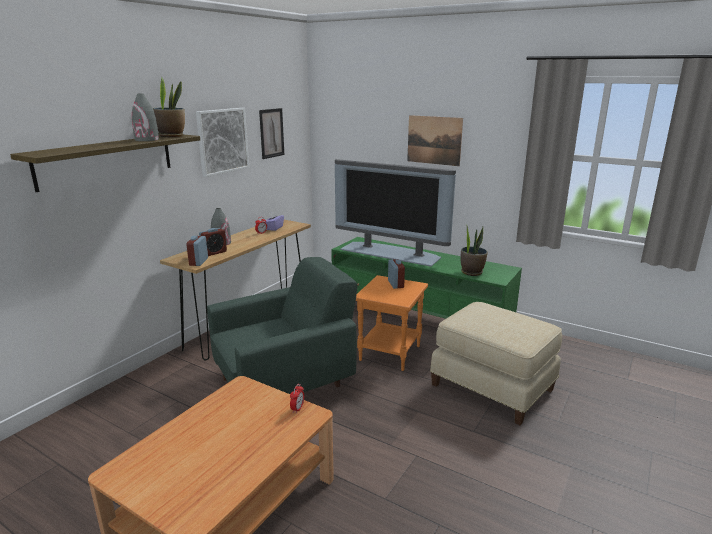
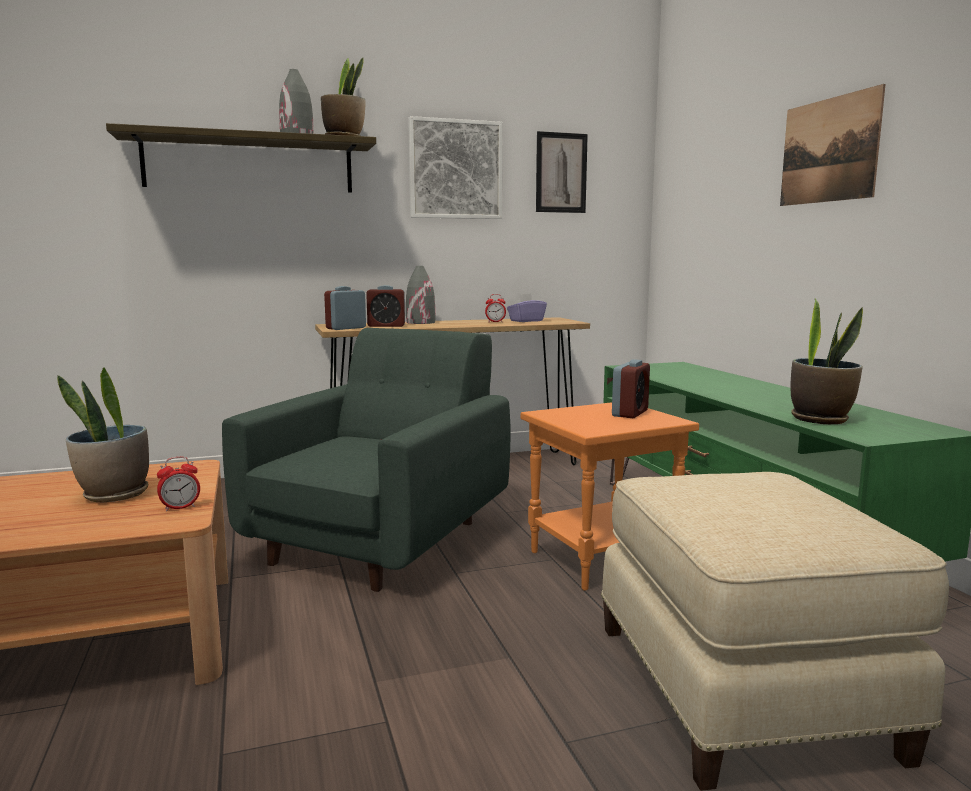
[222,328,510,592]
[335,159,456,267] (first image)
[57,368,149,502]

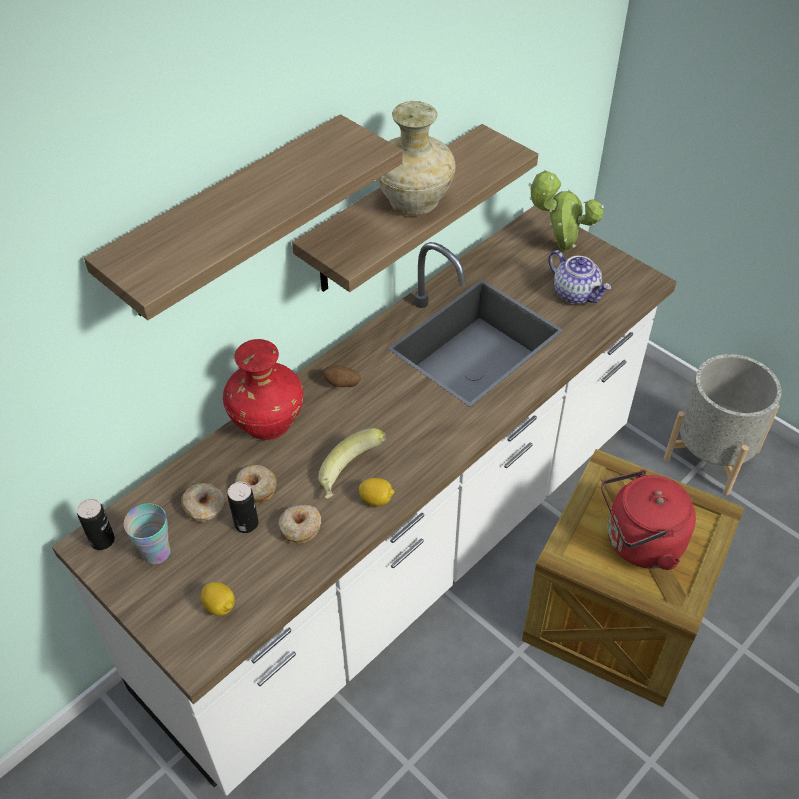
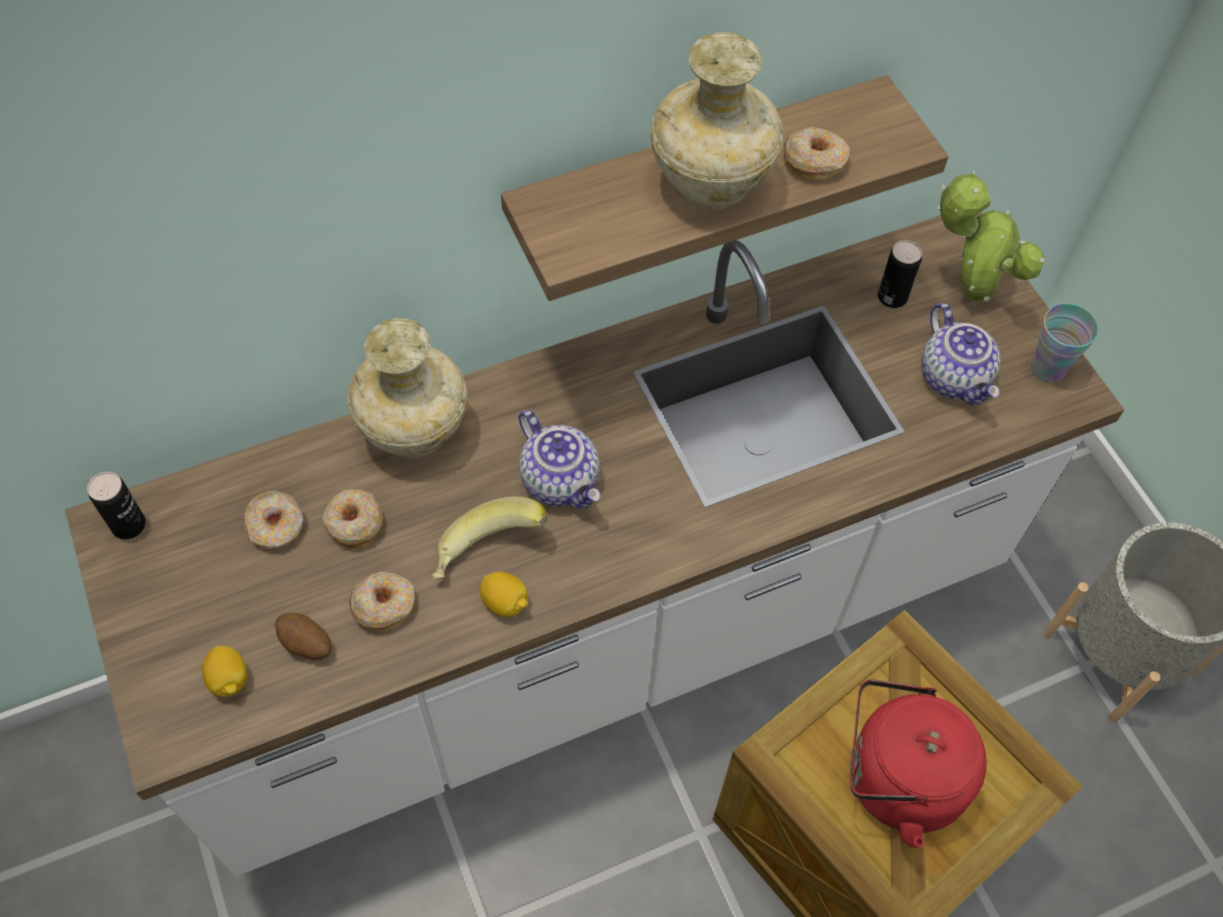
[84,114,403,320] (first image)
[1031,304,1098,382]
[347,318,467,459]
[878,240,922,308]
[275,613,332,660]
[519,410,600,509]
[783,126,850,181]

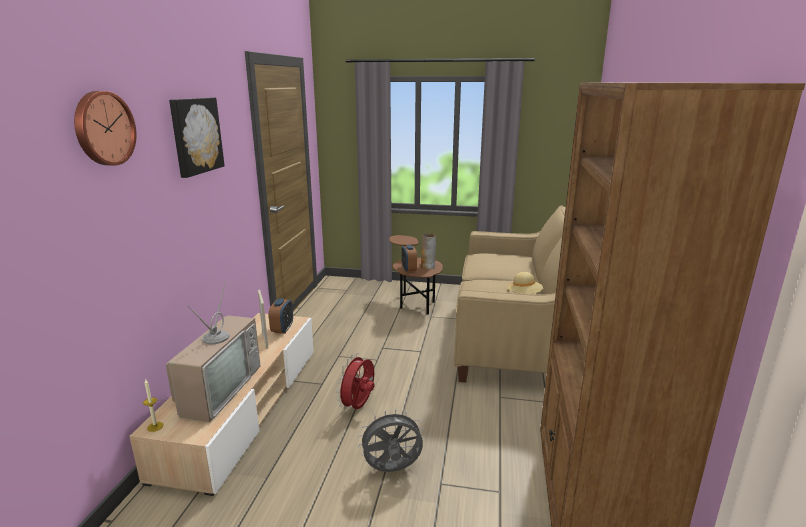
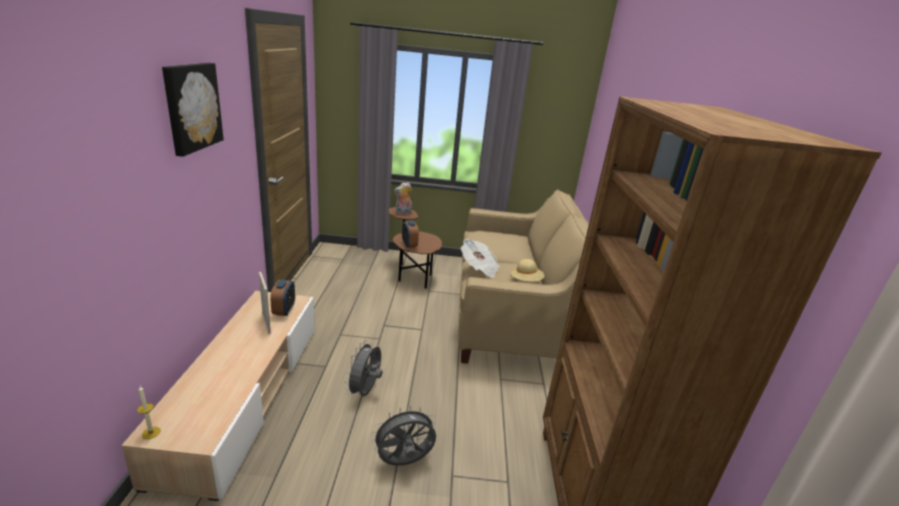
[74,91,137,166] (first image)
[166,279,260,422] (first image)
[345,340,383,397]
[421,234,436,269] (first image)
[394,182,412,215]
[461,239,500,278]

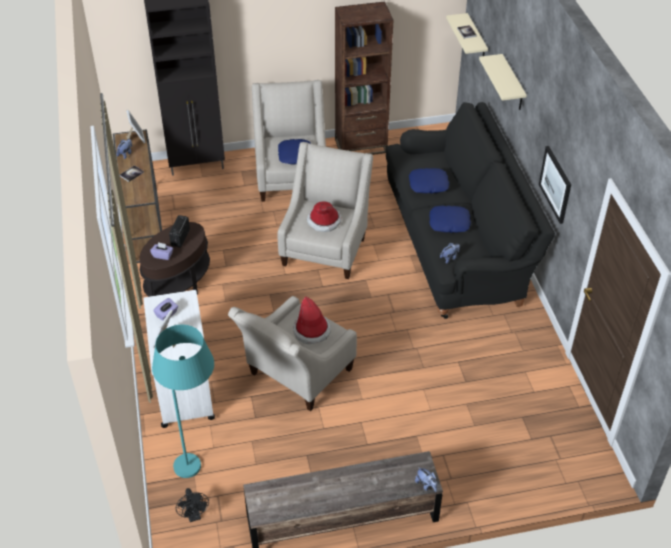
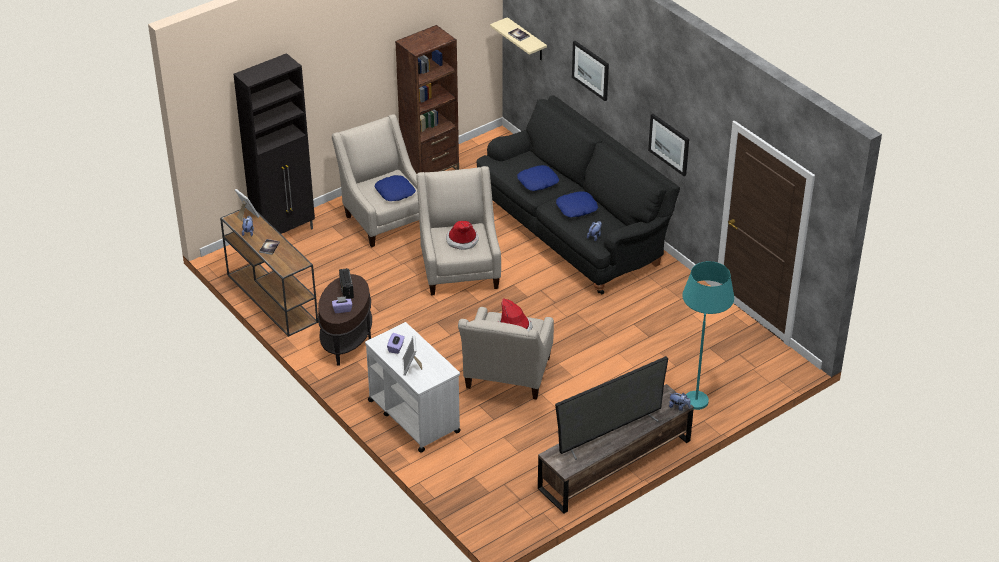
[682,261,734,410]
[176,488,209,522] (first image)
[572,41,609,101]
[555,356,668,460]

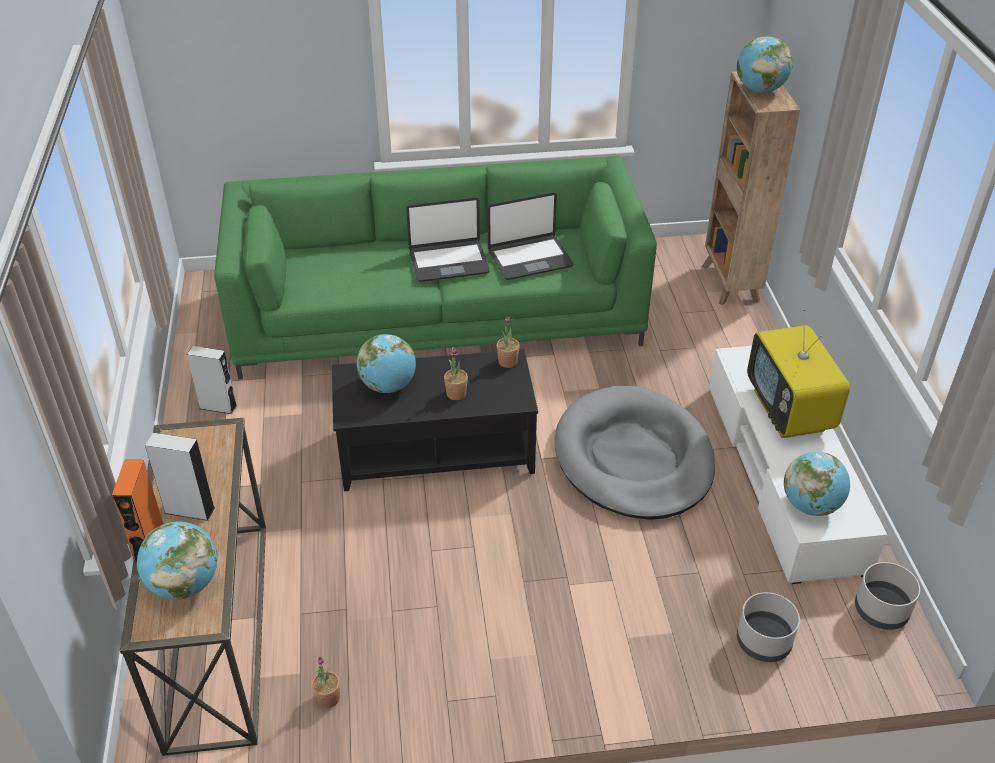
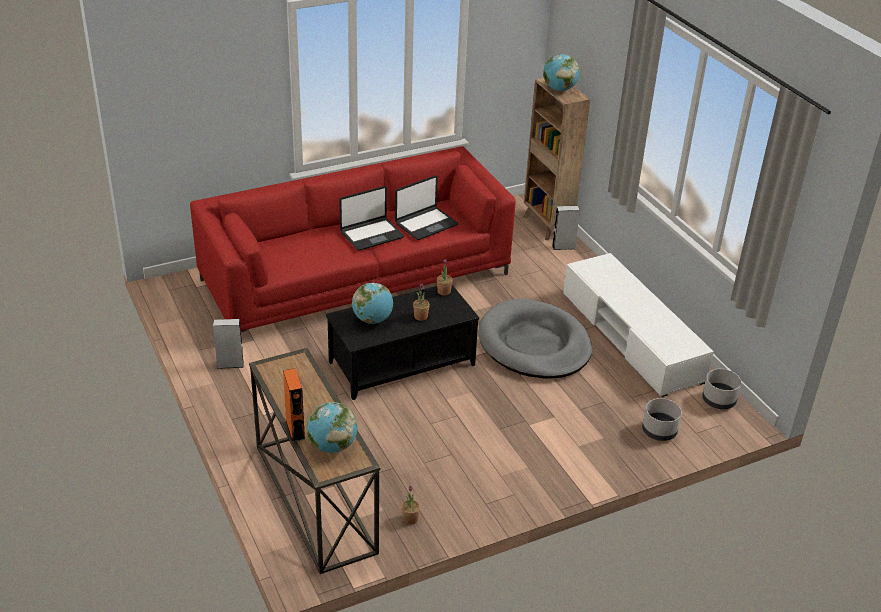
[552,206,580,250]
[190,146,516,332]
[747,309,850,438] (first image)
[784,452,850,516] (first image)

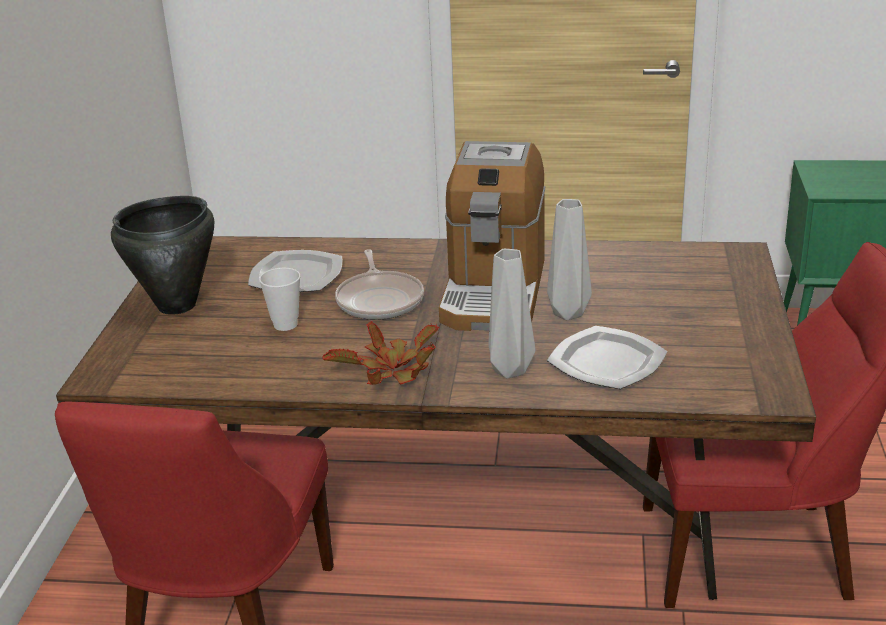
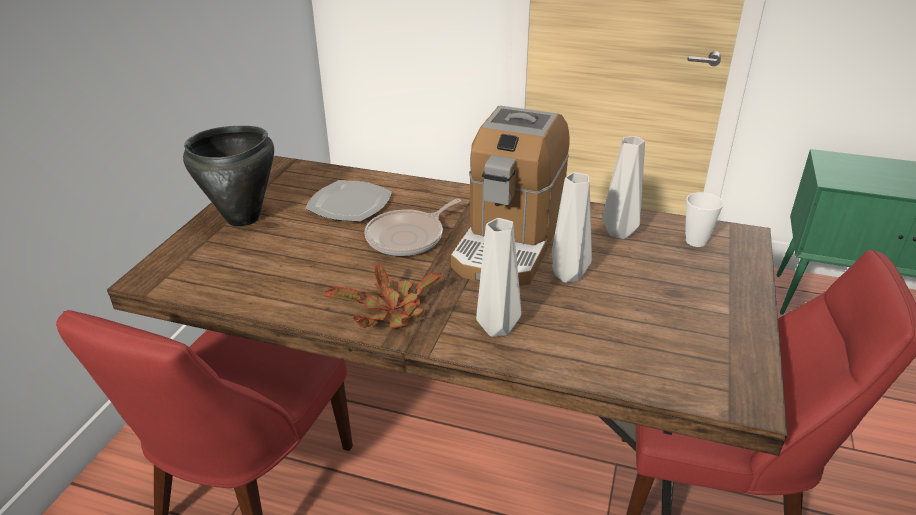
[685,192,724,247]
[365,198,461,256]
[547,326,667,389] (first image)
[602,136,645,239]

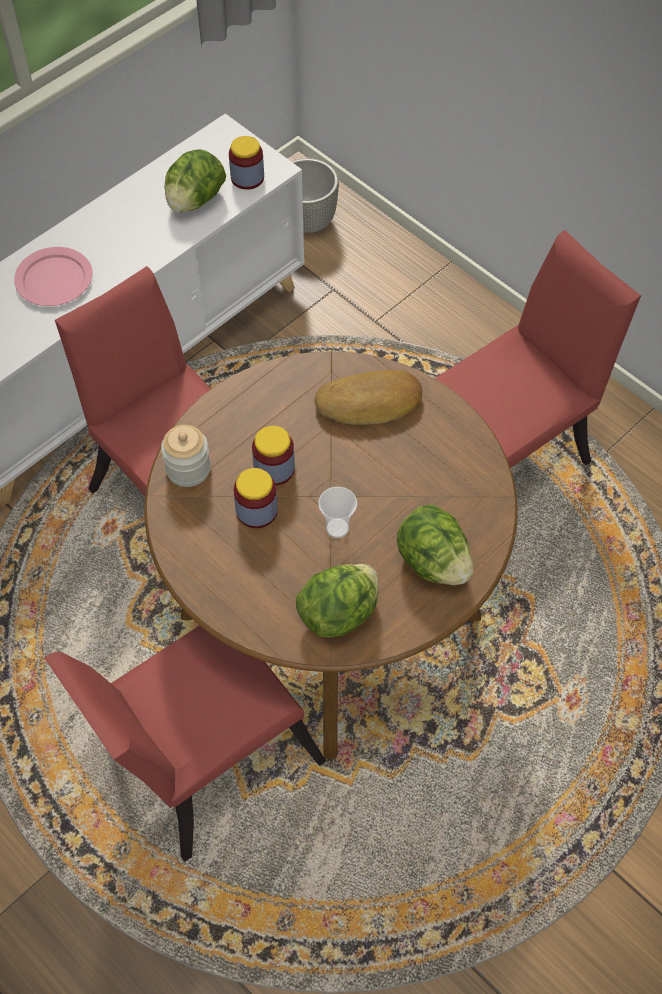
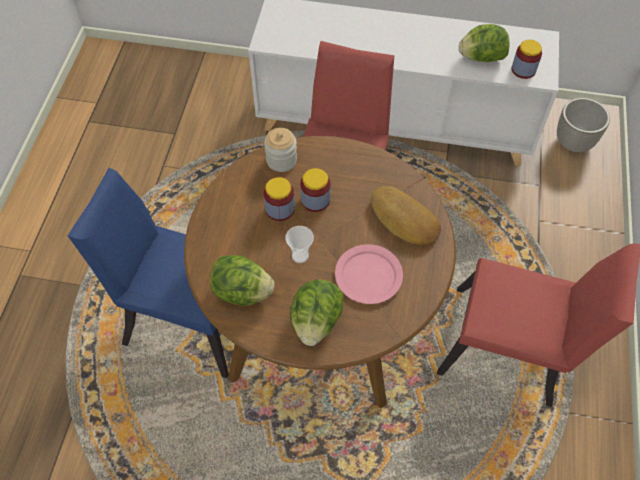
[335,244,403,304]
[68,168,229,378]

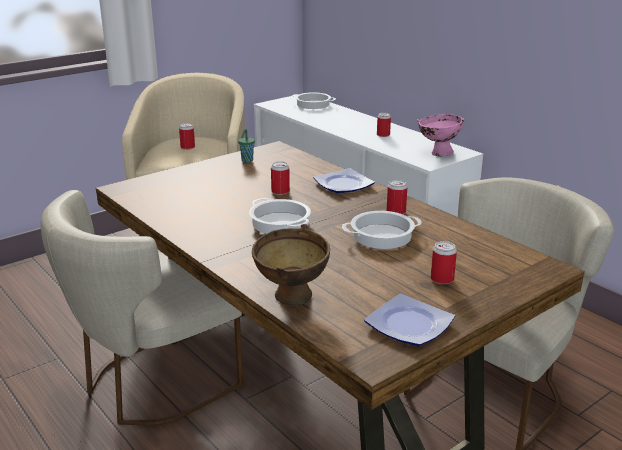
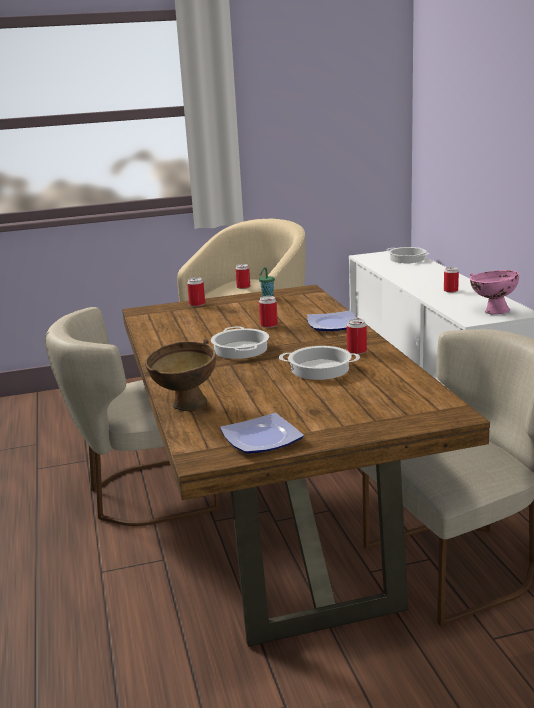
[187,277,205,307]

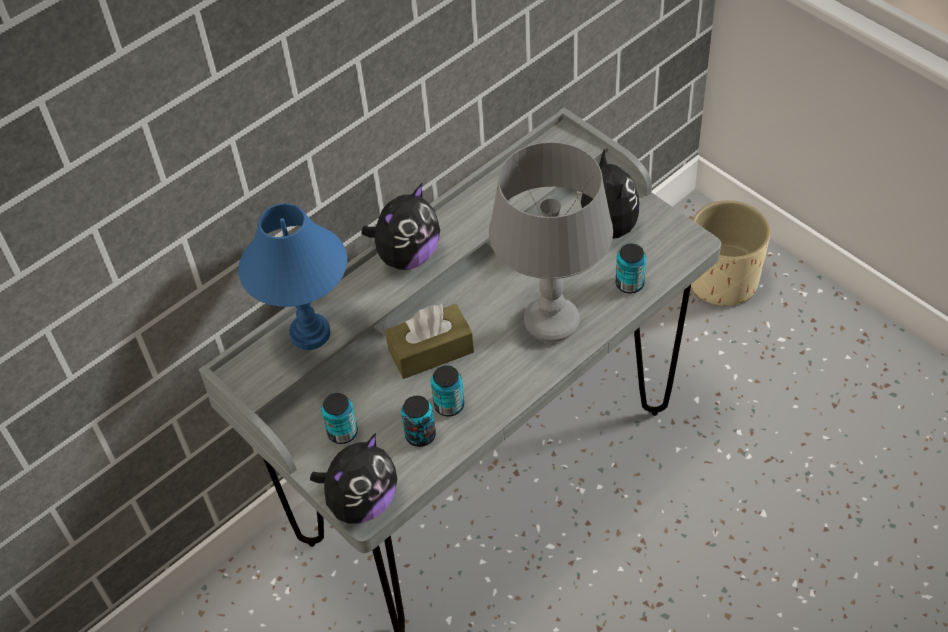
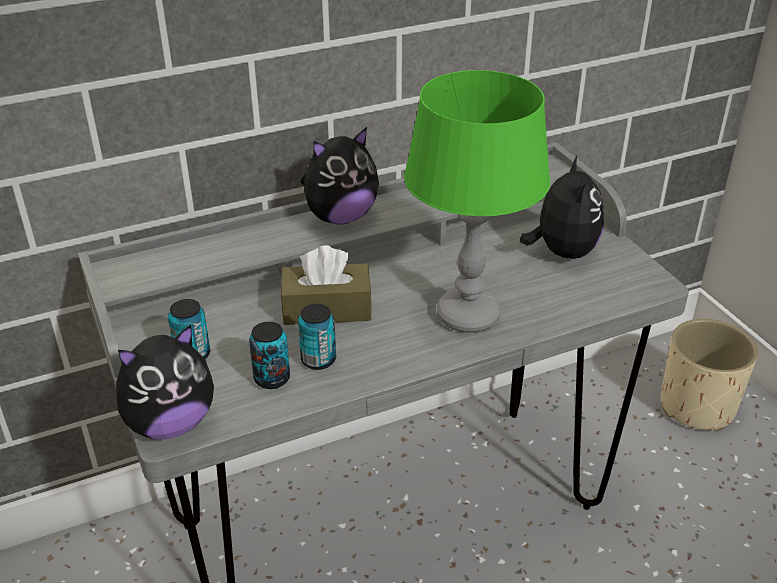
[238,203,347,350] (first image)
[404,70,550,333]
[616,244,646,294] (first image)

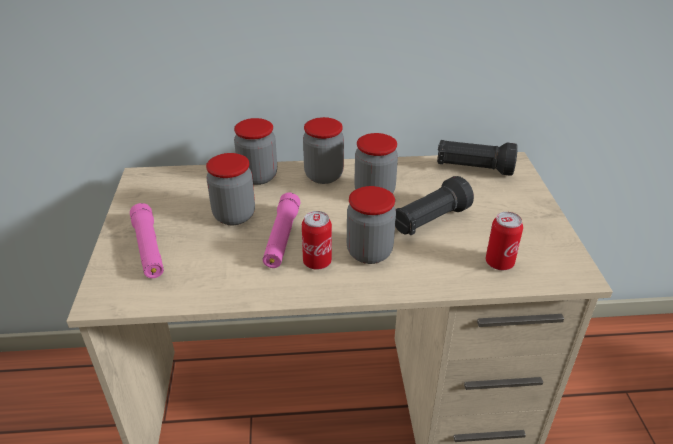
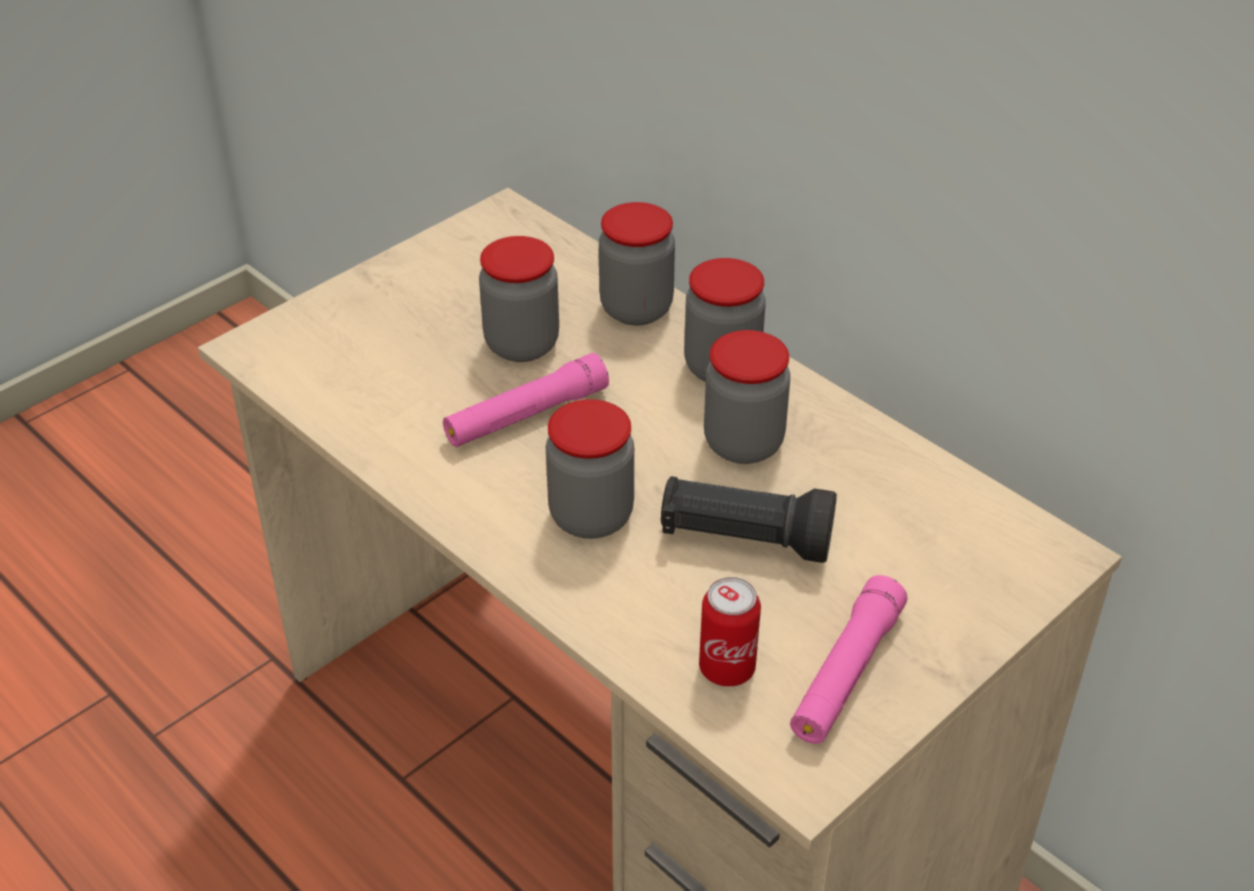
[790,575,907,744]
[302,211,332,270] (first image)
[437,140,518,176] (first image)

